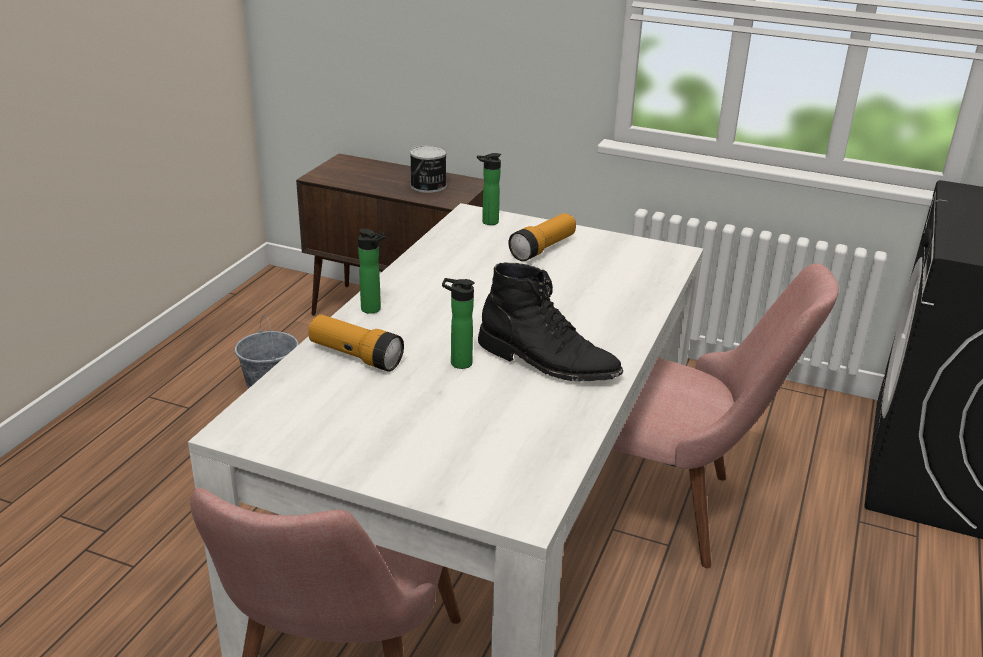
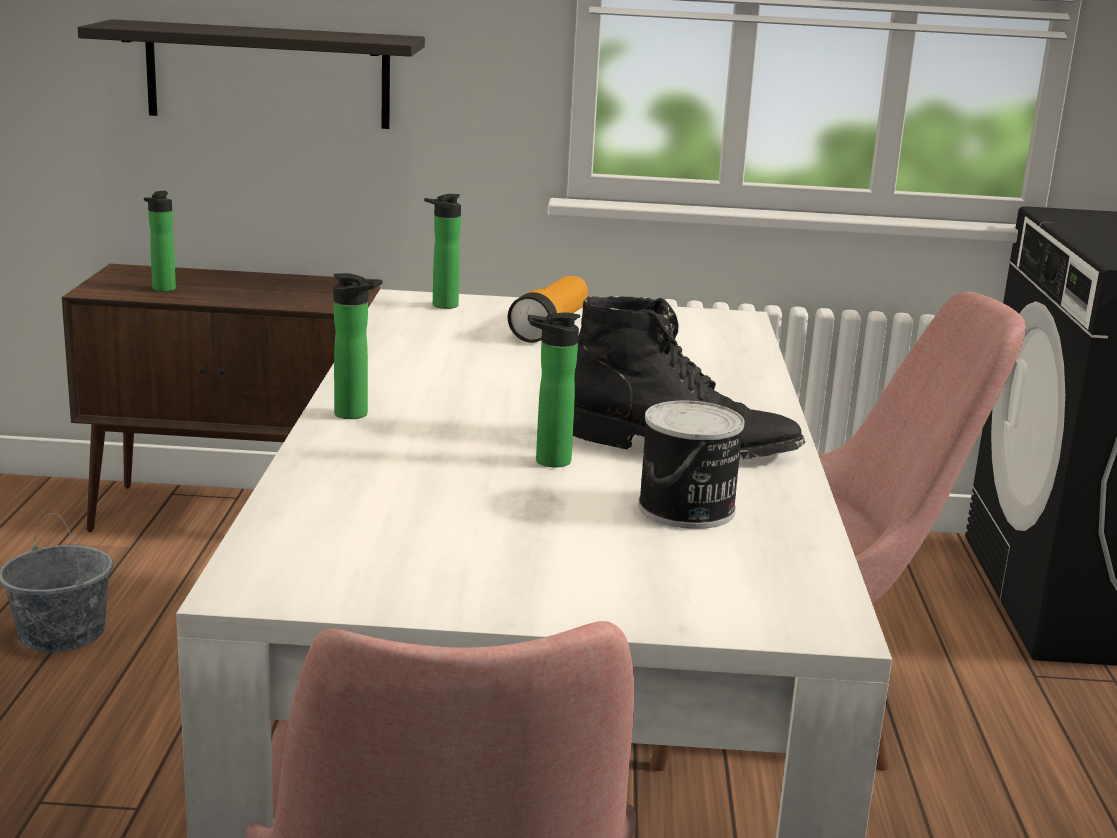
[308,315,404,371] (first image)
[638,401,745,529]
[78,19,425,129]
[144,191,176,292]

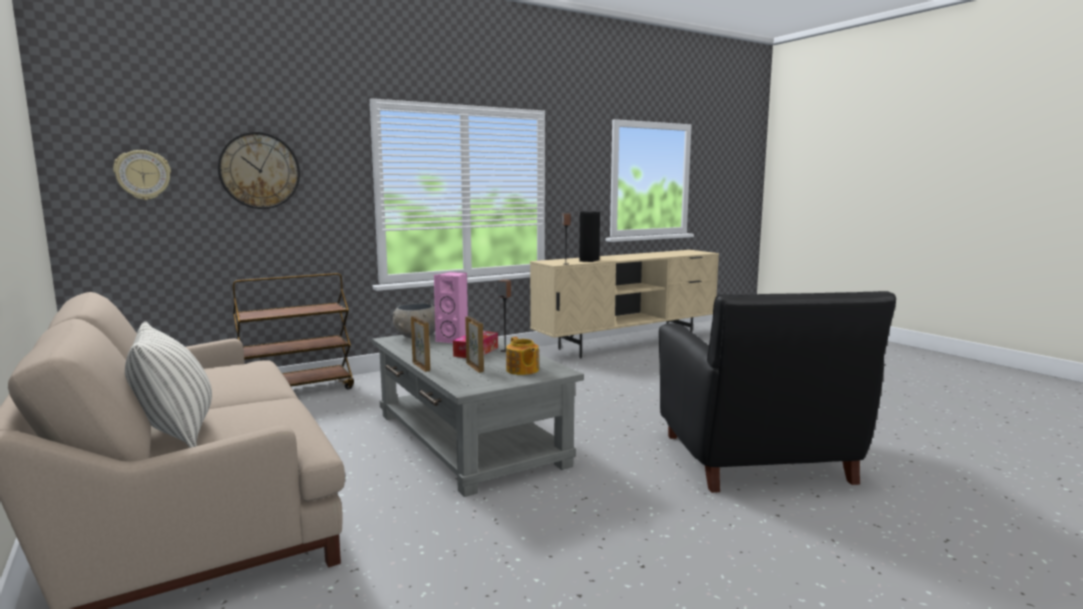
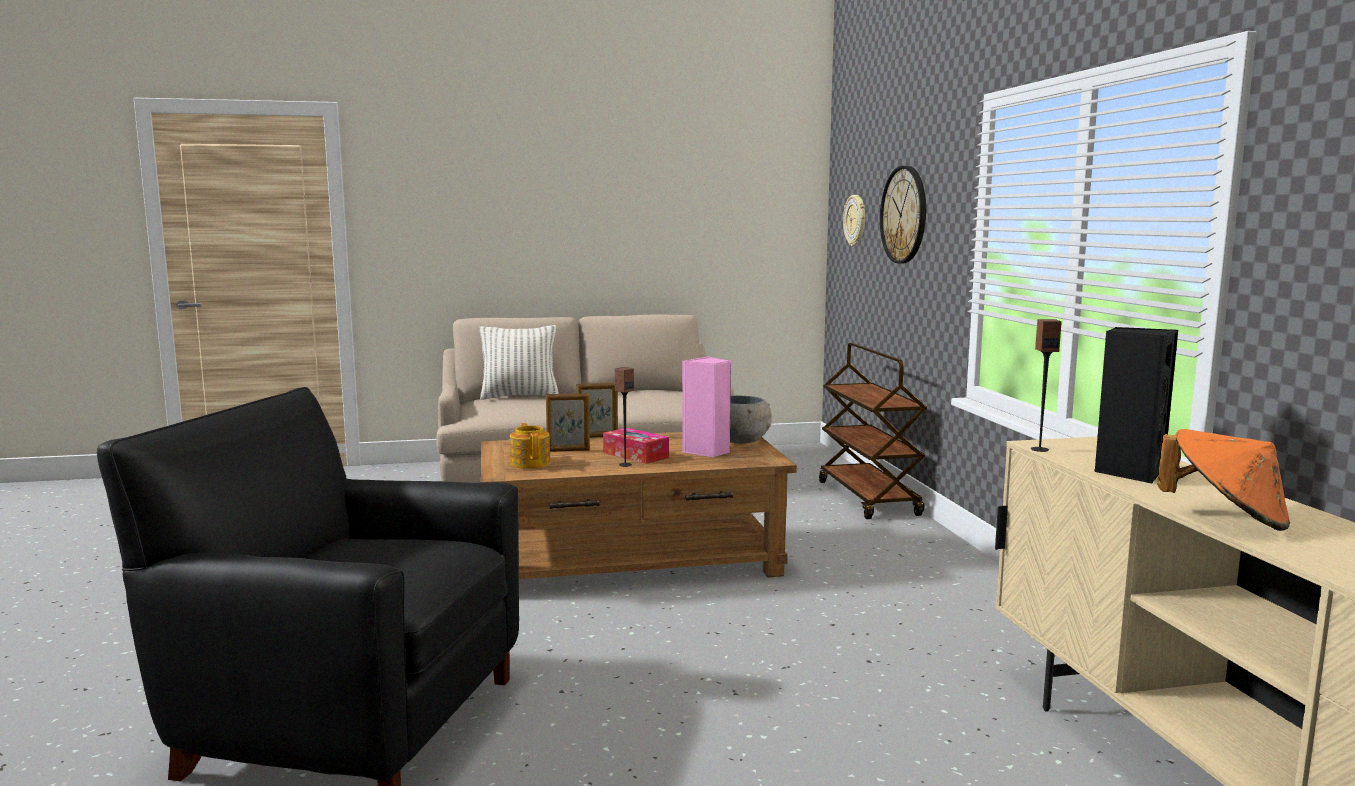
[481,432,797,579]
[510,423,550,469]
[1157,429,1290,531]

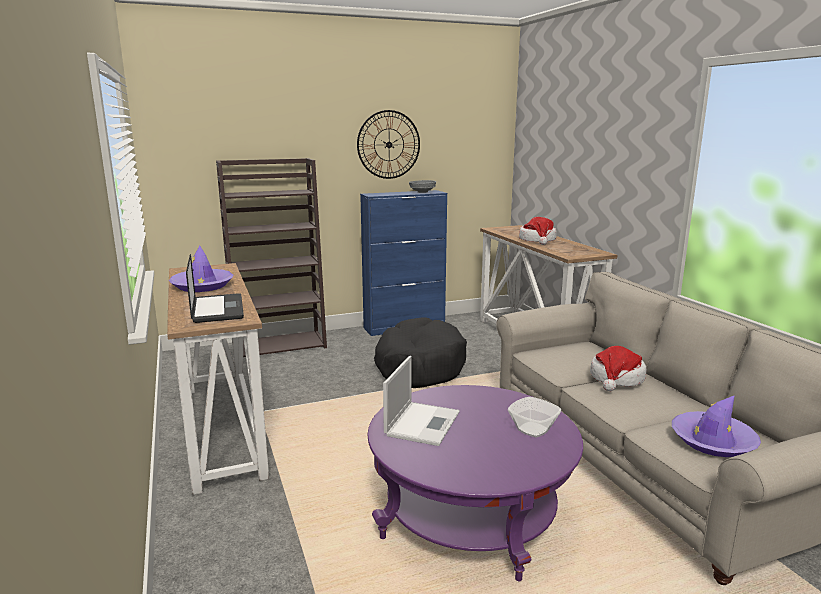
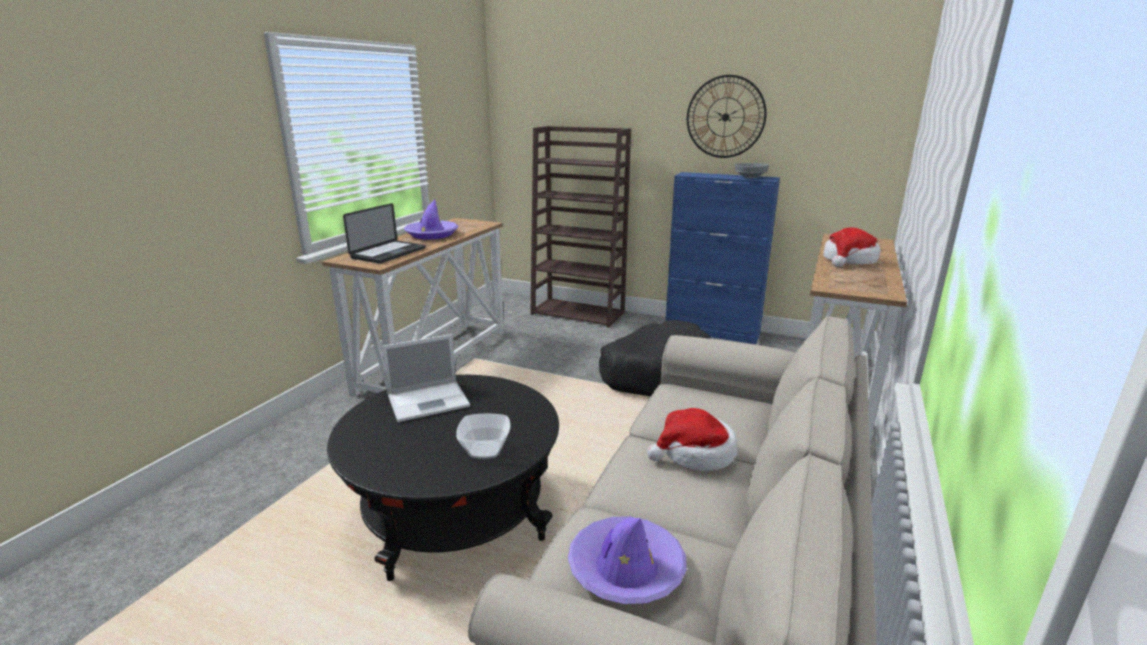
[327,375,559,581]

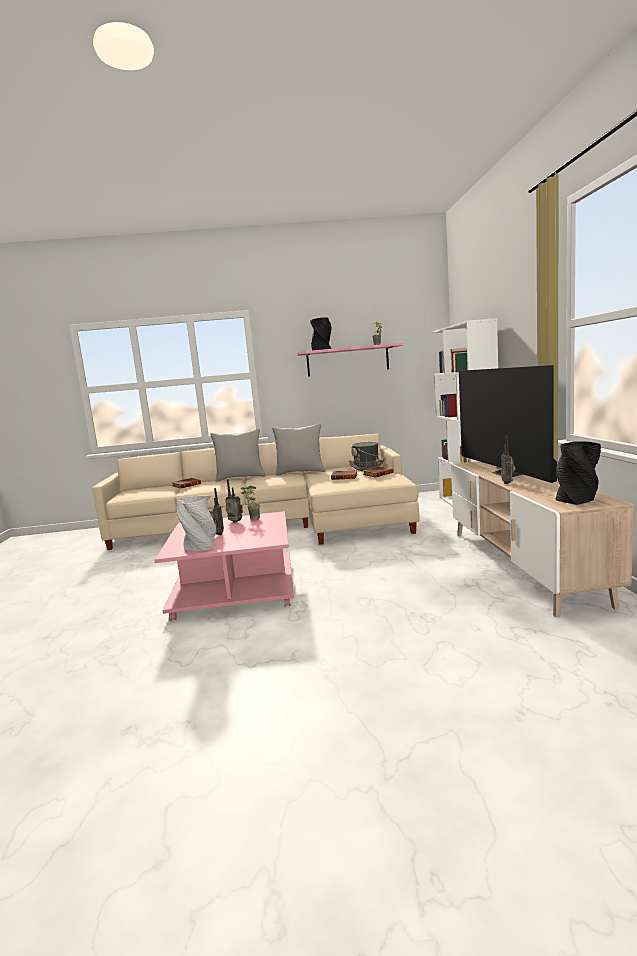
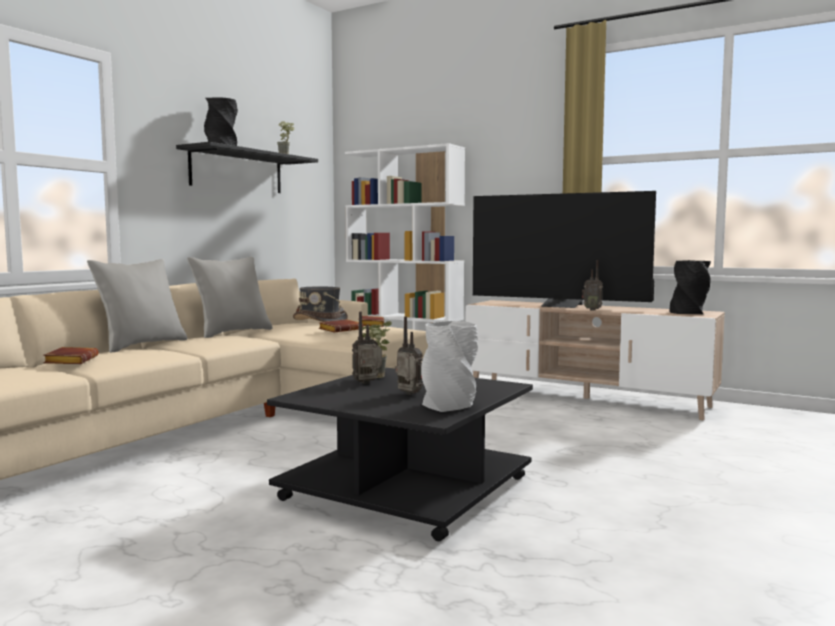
[267,367,533,541]
[176,142,318,193]

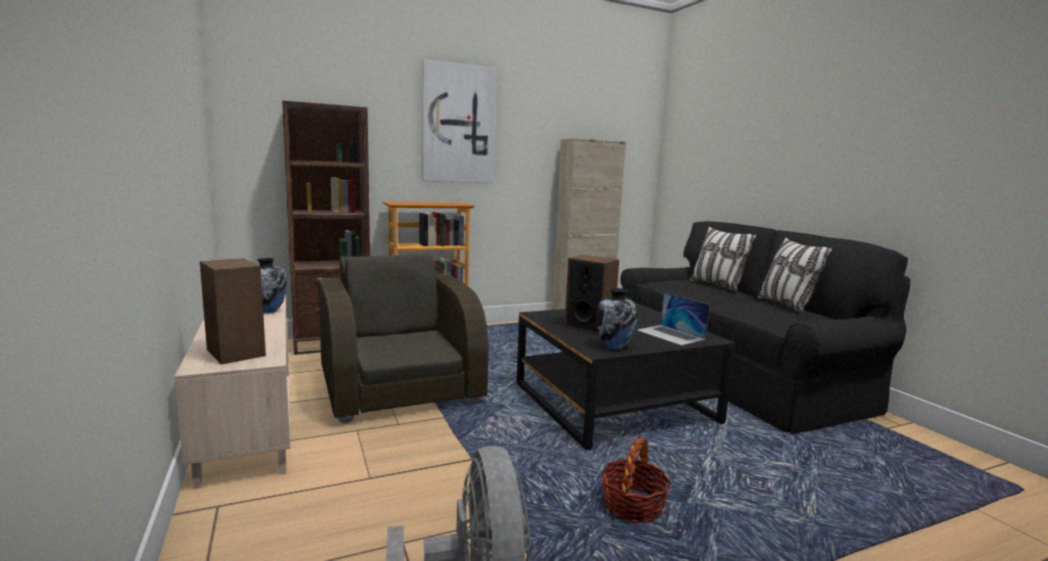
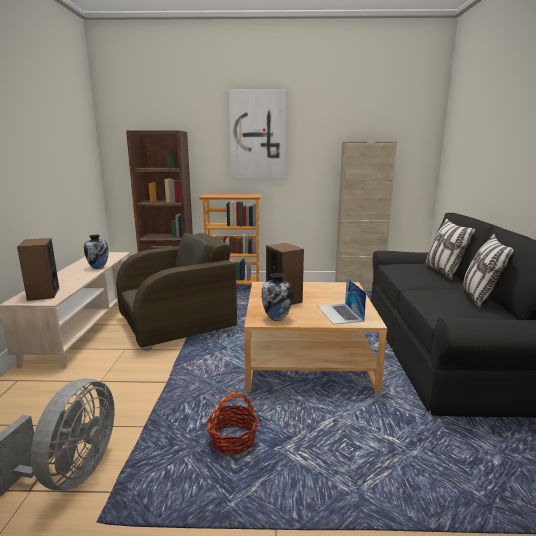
[116,233,237,351]
[244,282,387,394]

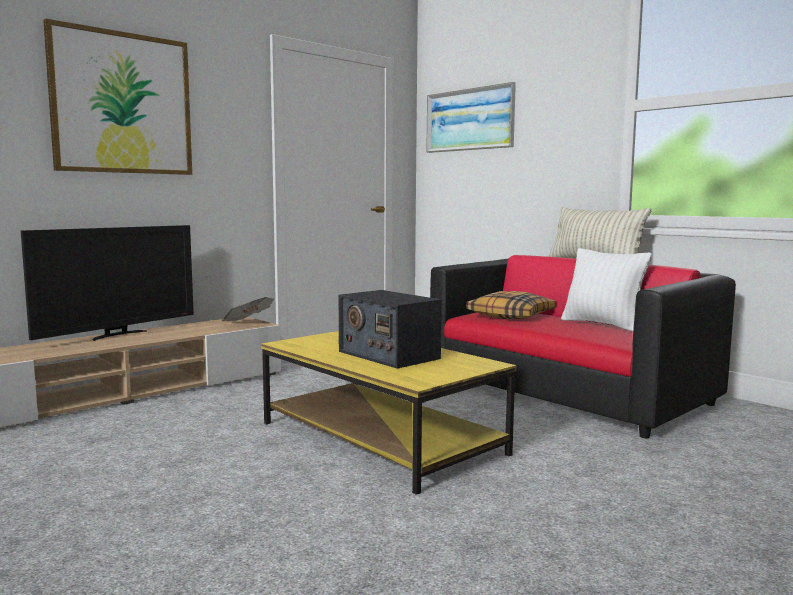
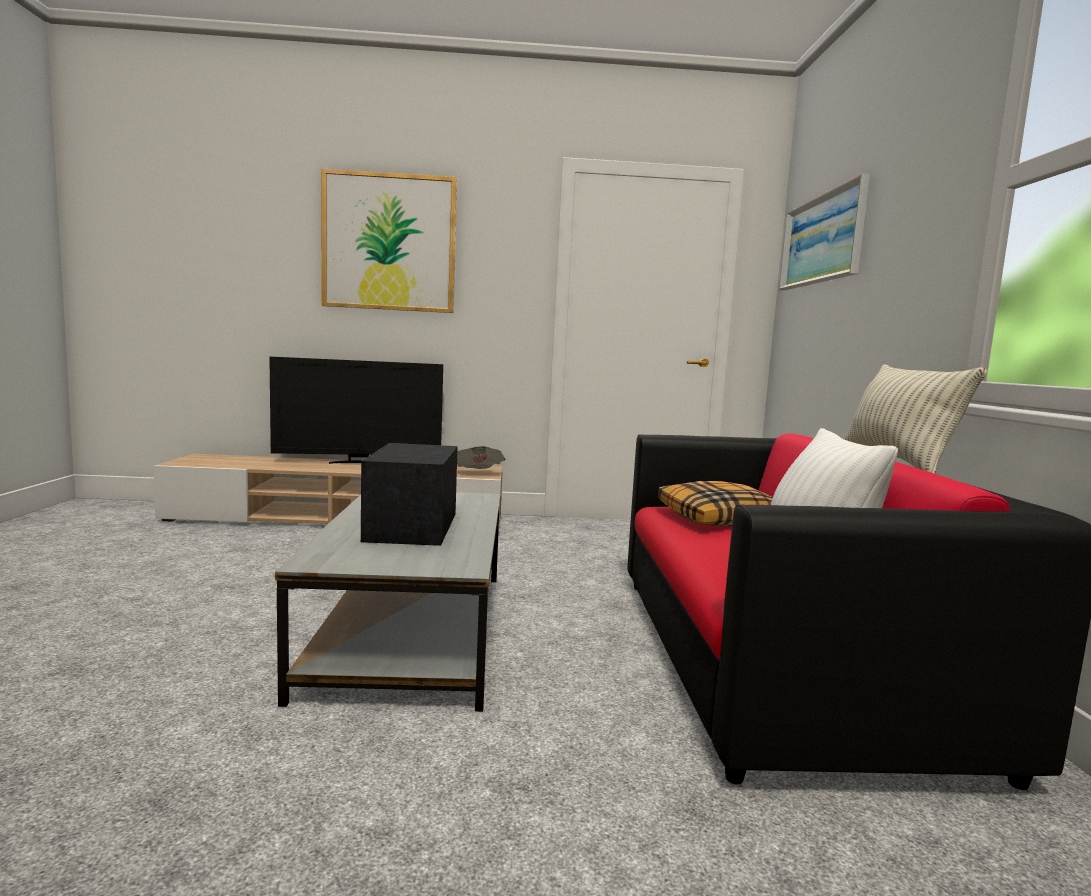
[275,492,500,712]

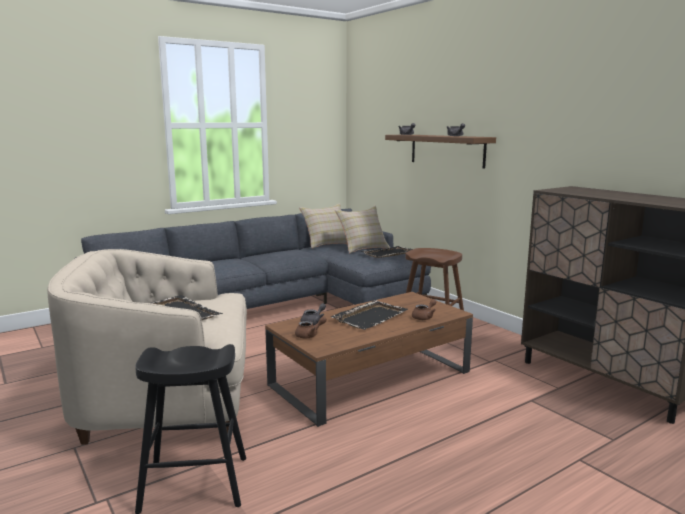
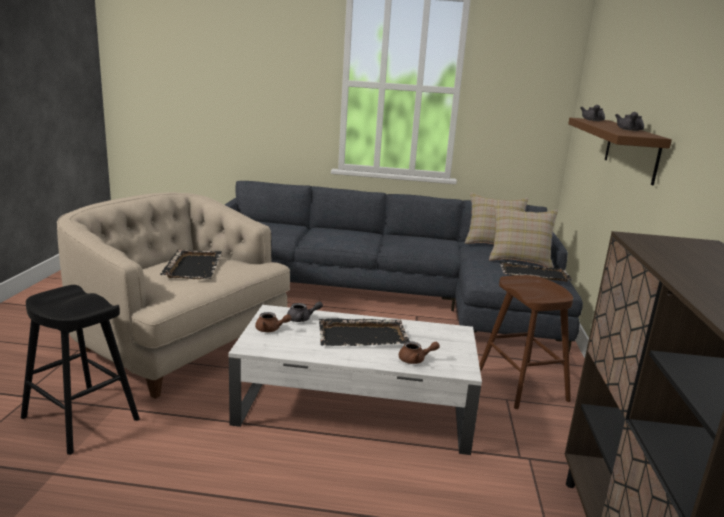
[229,305,482,455]

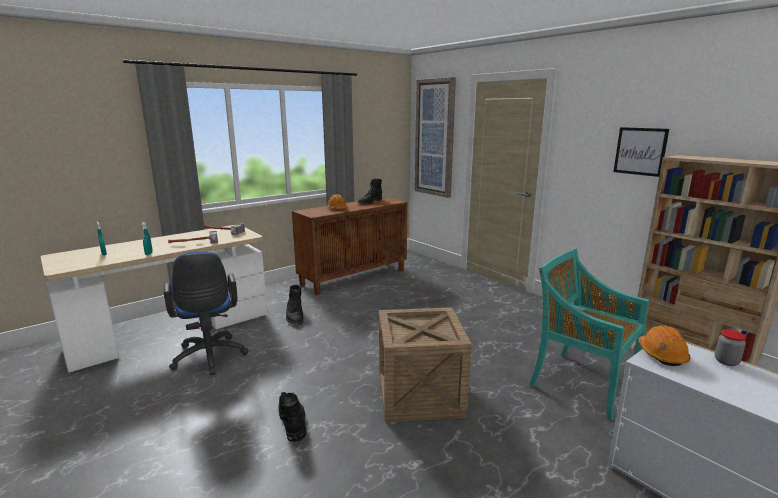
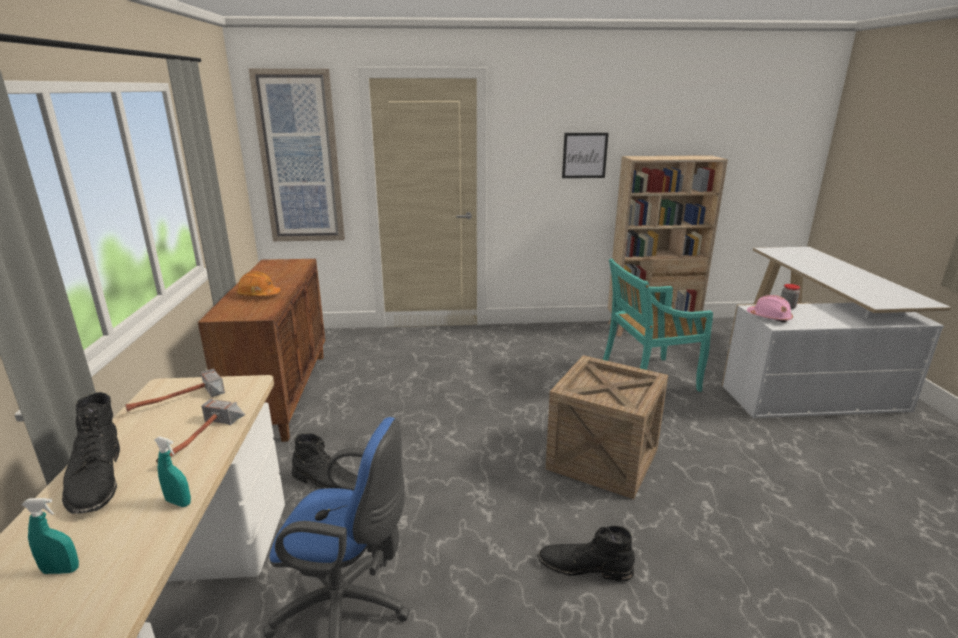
[62,392,120,514]
[747,295,793,323]

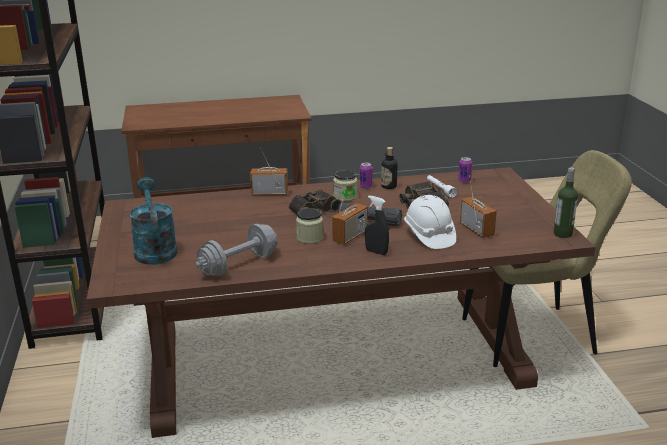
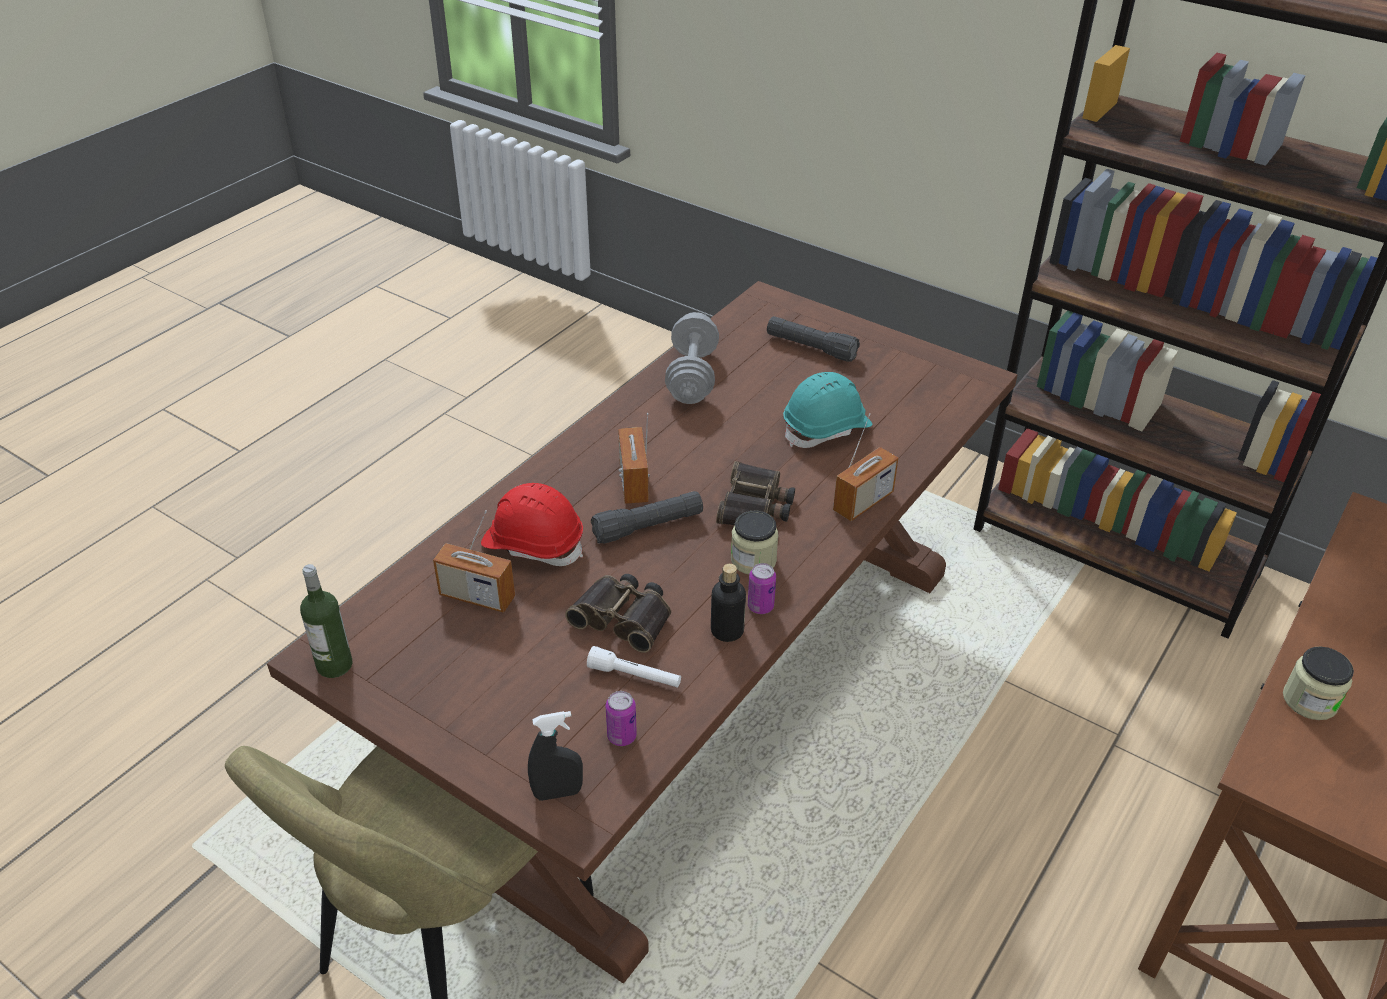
[767,316,860,362]
[1283,646,1354,720]
[528,711,583,801]
[481,483,583,566]
[783,372,872,448]

